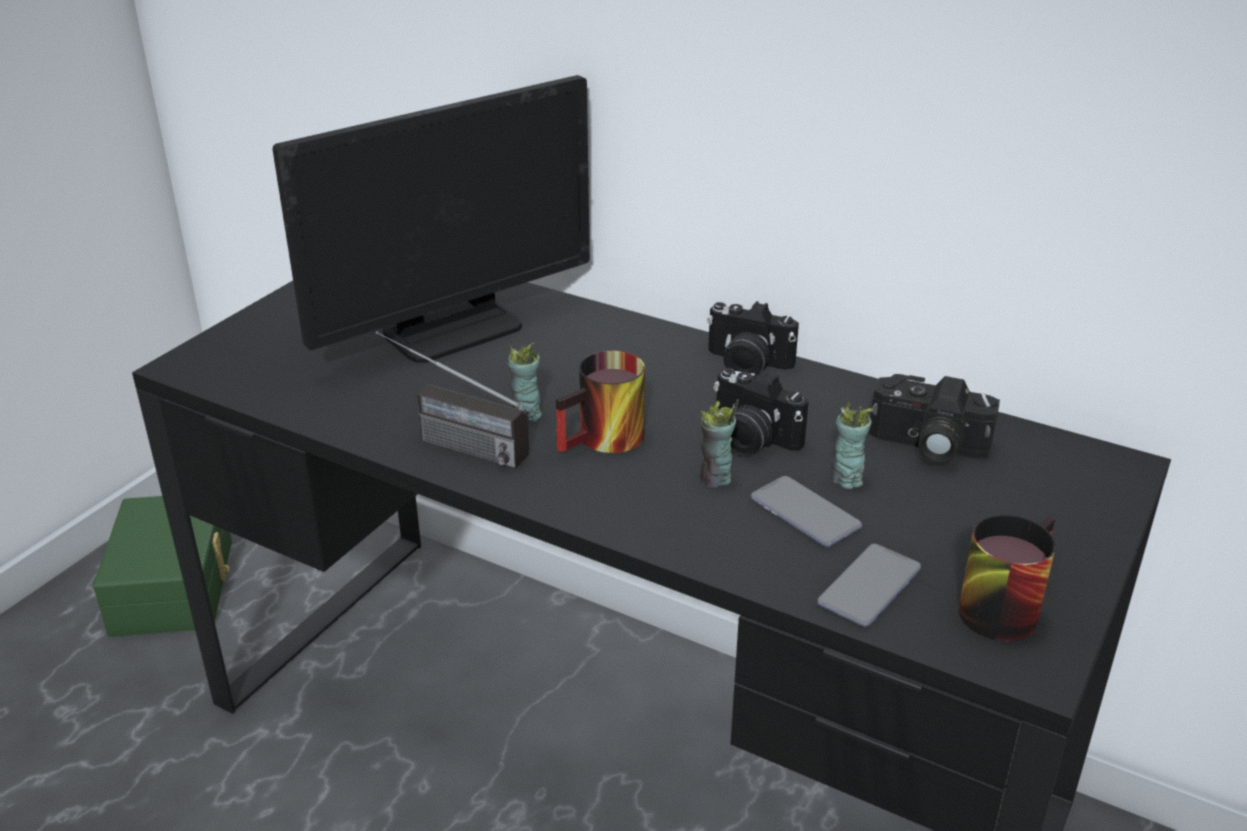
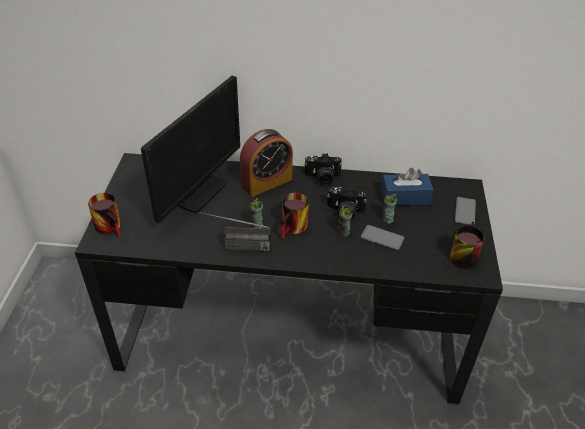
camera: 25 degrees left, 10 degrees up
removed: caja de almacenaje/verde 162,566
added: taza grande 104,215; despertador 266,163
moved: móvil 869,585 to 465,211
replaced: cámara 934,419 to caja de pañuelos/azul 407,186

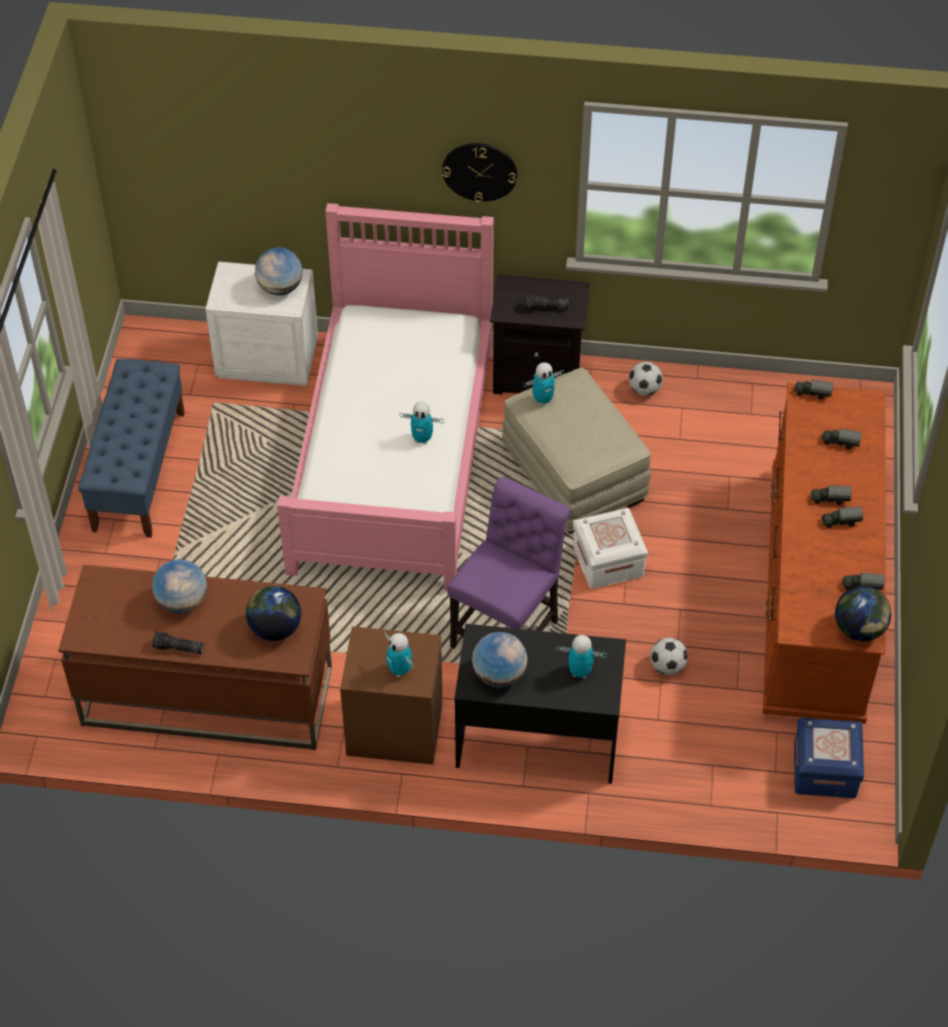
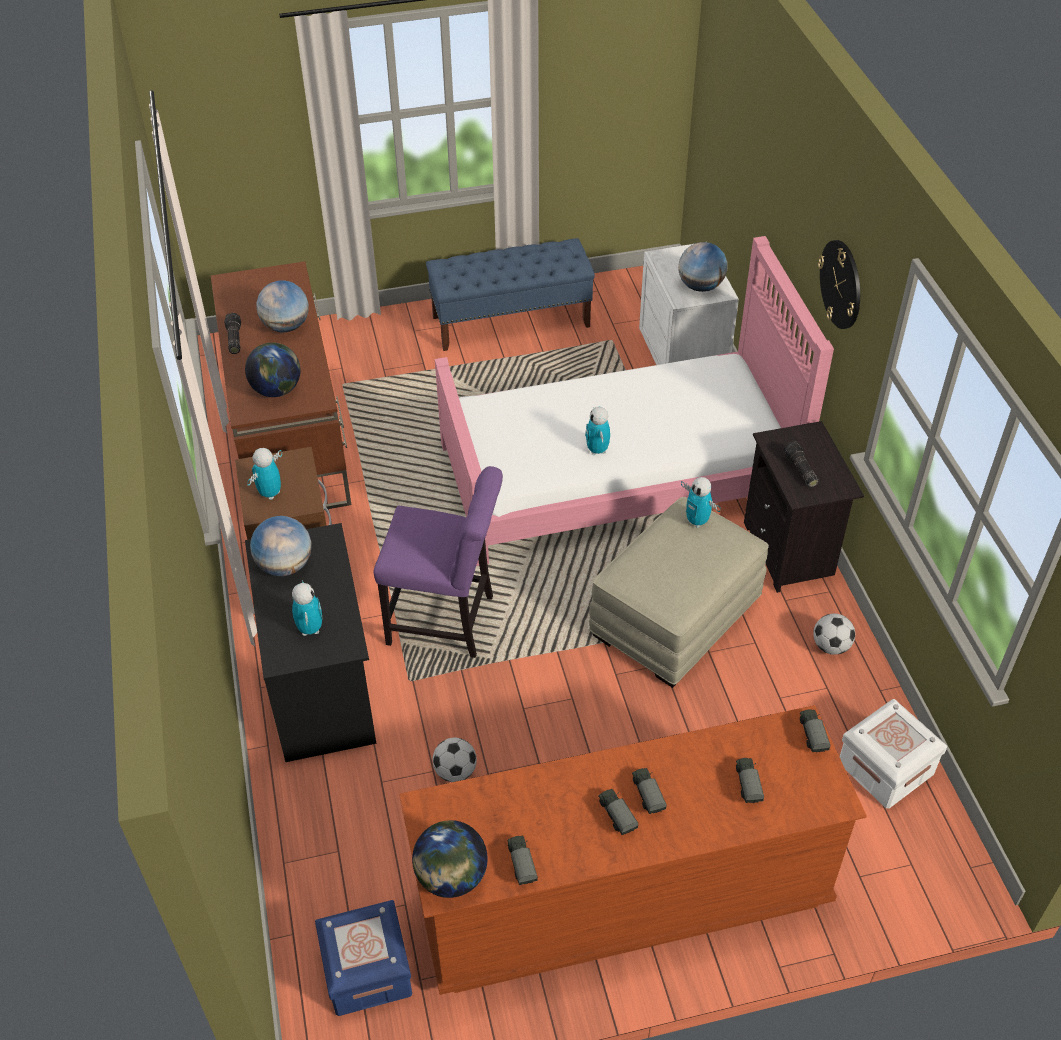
camera: 70 degrees right, 5 degrees down
moved: caja de almacenaje/blanco 610,548 to 893,754

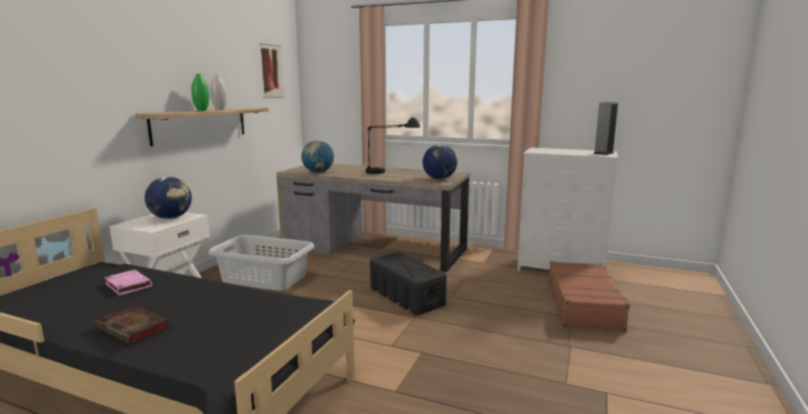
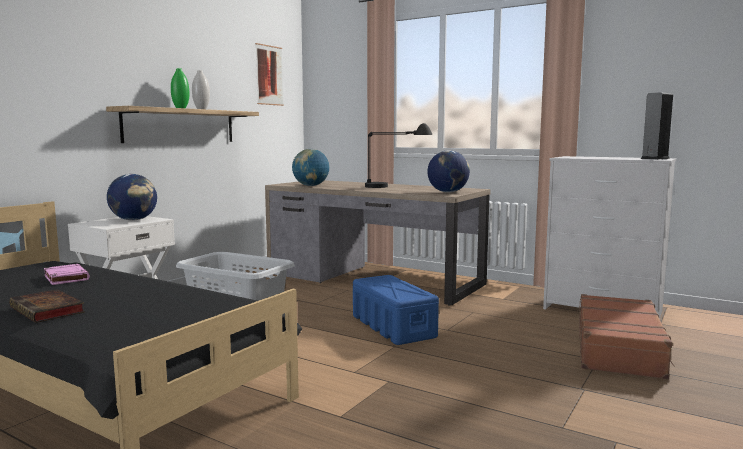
camera: 10 degrees right, 5 degrees down
recoloured: caja de almacenaje/negro 408,283 to caja de almacenaje/azul 396,310

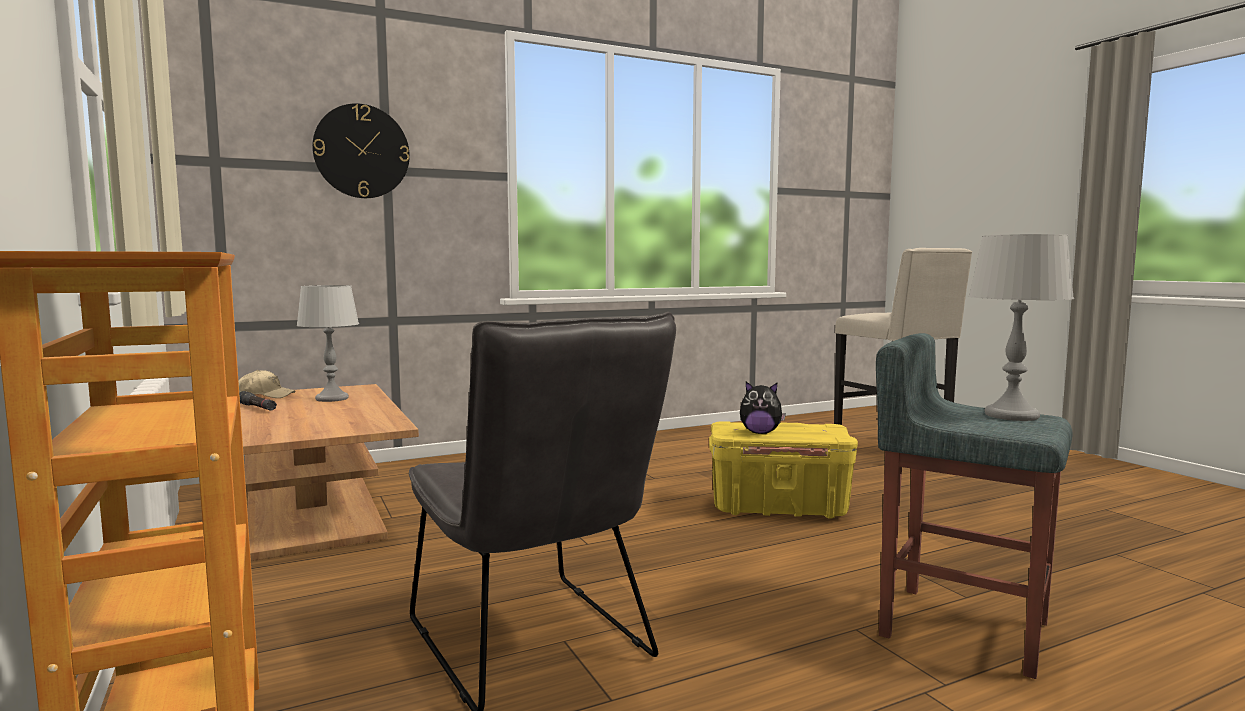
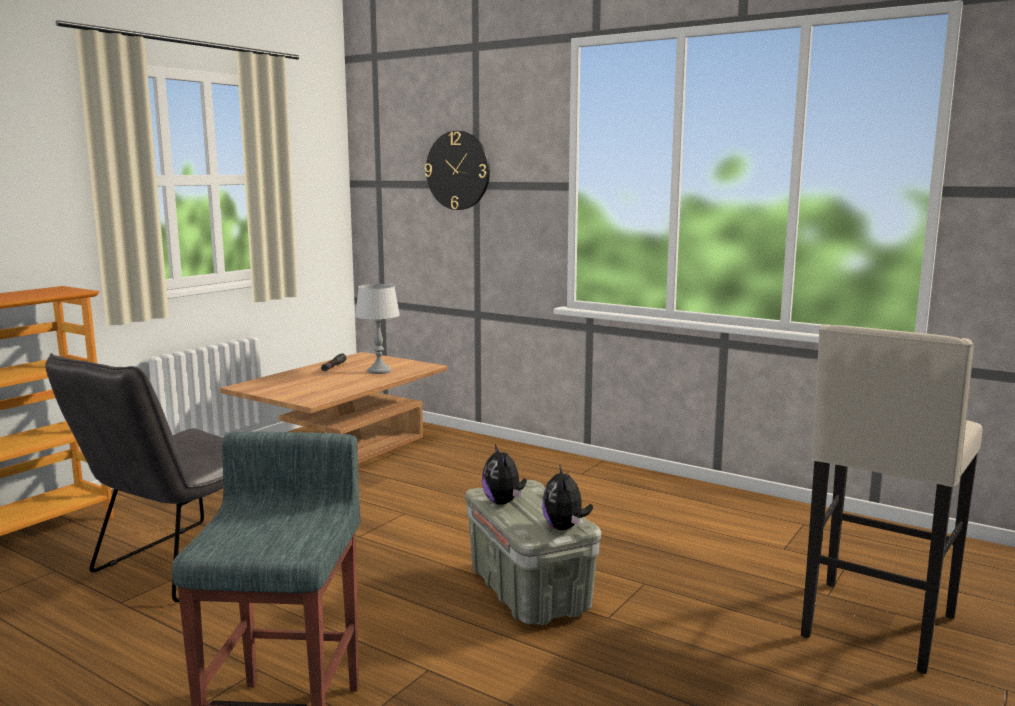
camera: 60 degrees right, 5 degrees up
removed: gorra/beis 267,384; lámpara de mesa/gris 1021,327
added: peluche 567,497
recoloured: caja de almacenaje/amarillo 783,470 to caja de almacenaje/gris 533,552

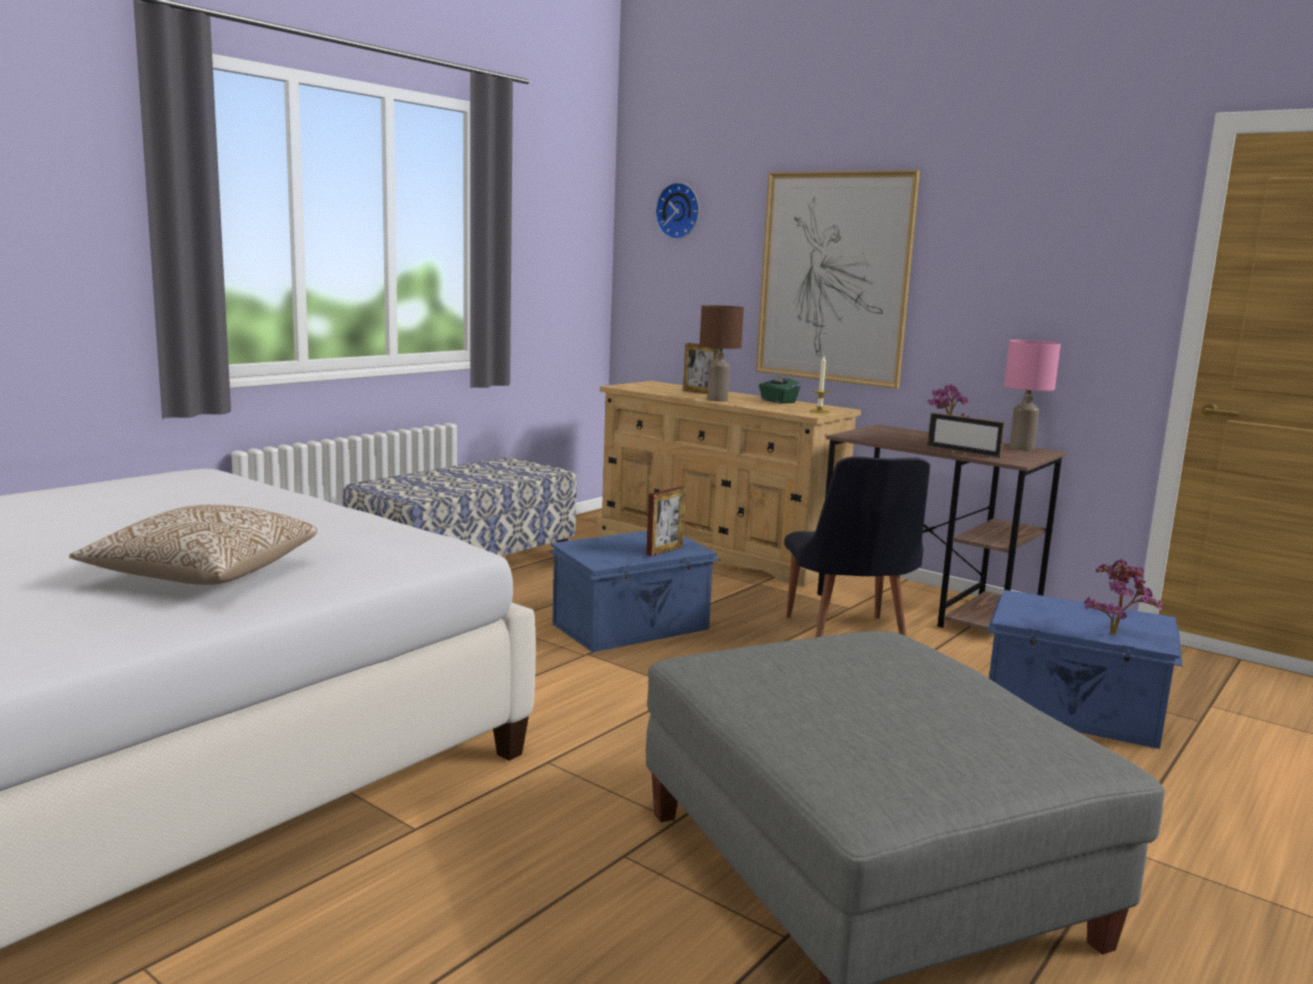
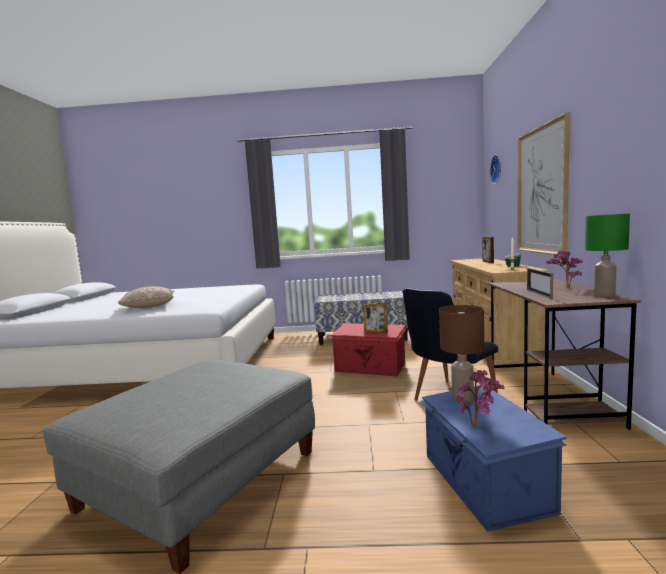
camera: 55 degrees right, 5 degrees down
moved: lámpara de mesa/marrón 722,353 to 461,354
recoloured: caja de almacenaje/azul 634,591 to caja de almacenaje/rojo 368,349; lámpara de mesa/rosa 1032,395 to lámpara de mesa/verde 607,255

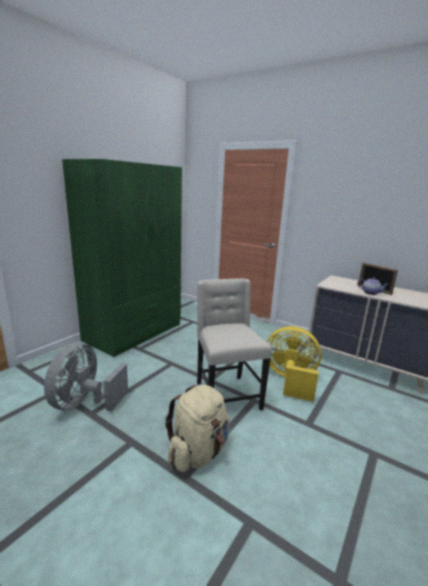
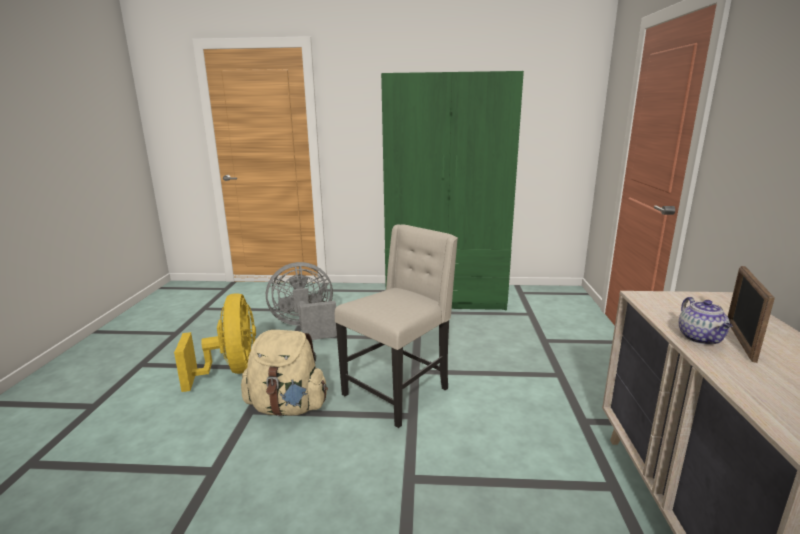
camera: 60 degrees right, 0 degrees up
moved: ventilador/amarillo 294,364 to 215,342

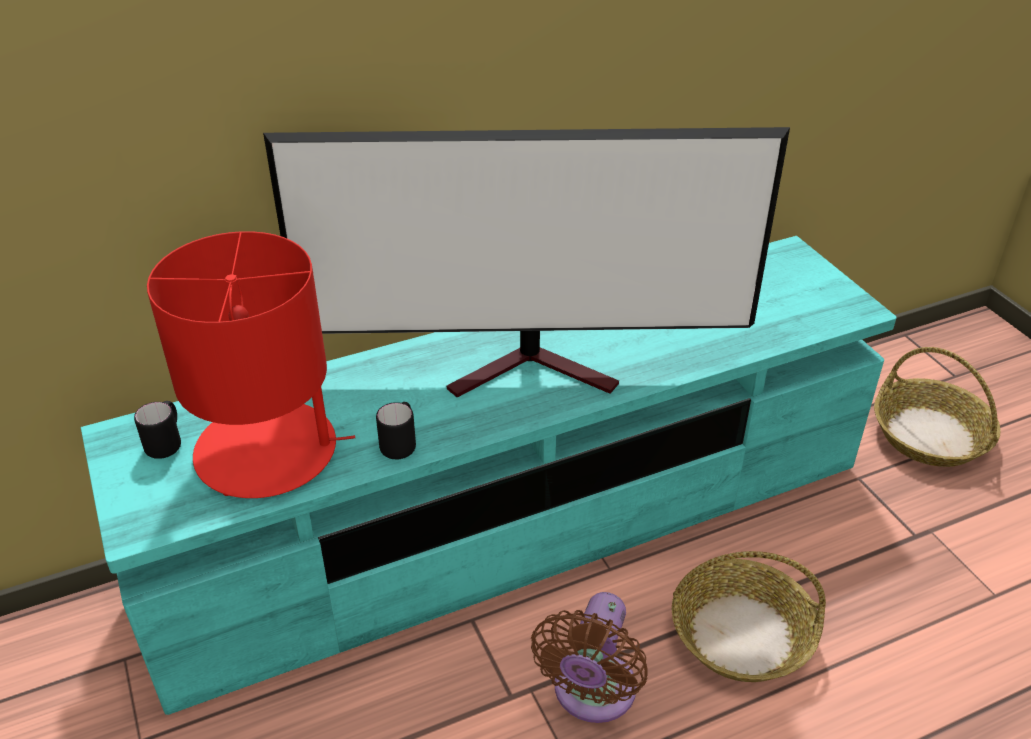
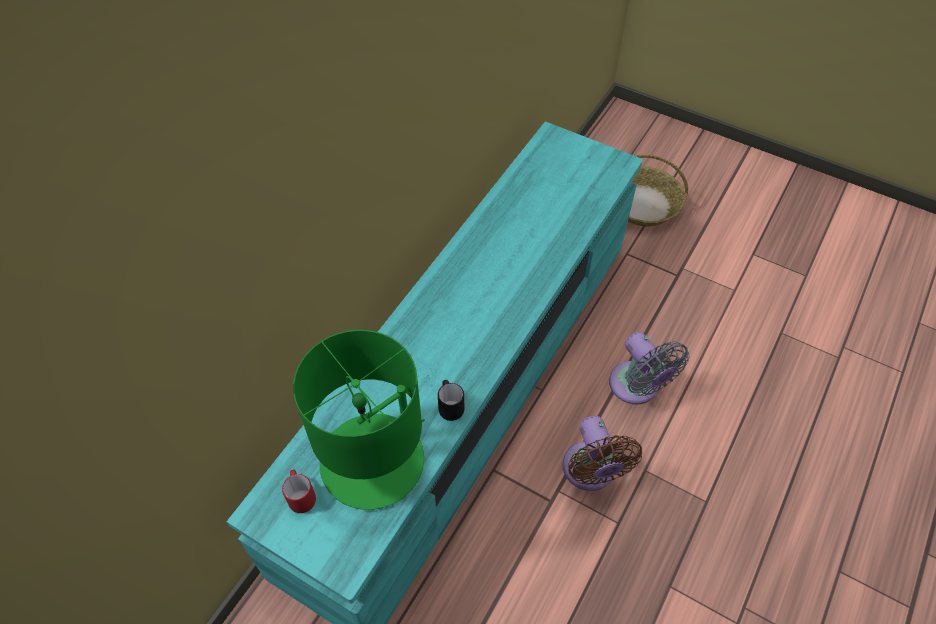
camera: 35 degrees left, 15 degrees up
removed: televisor 526,262
replaced: cesta 748,616 to ventilador/gris 649,368
recoloured: taza grande/negro 157,430 to taza grande/rojo 299,491; lámpara de mesa/rojo 251,364 to lámpara de mesa/verde 359,420

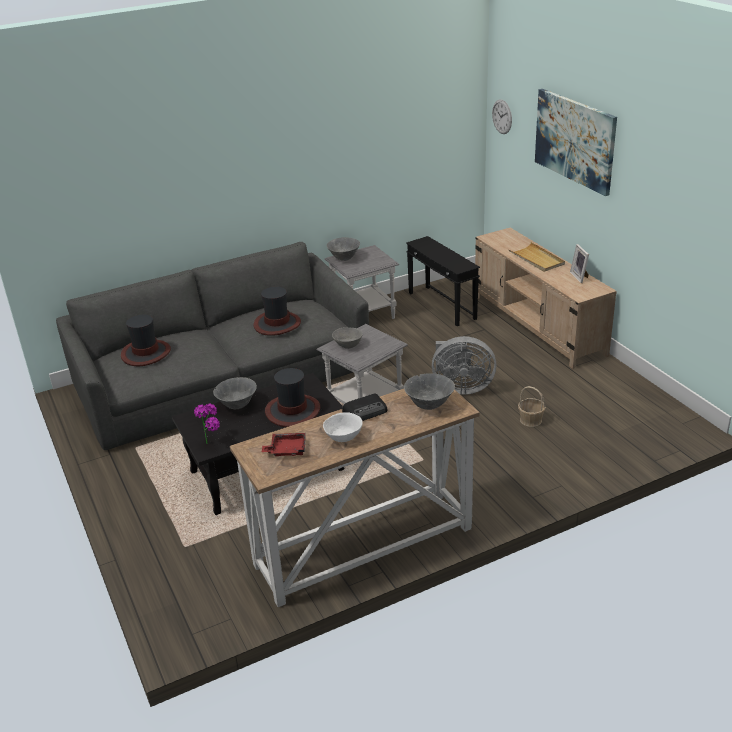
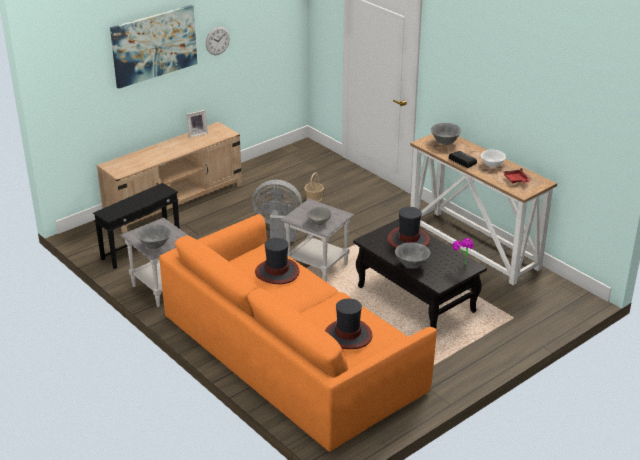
camera: 105 degrees left, 0 degrees up
removed: bandeja/beis 537,257
moved: reloj de pared 502,116 to 218,40
recoloured: sofá/gris 212,346 to sofá/naranja 298,333
turned: ventilador/gris 464,365 = 277,211 75 degrees counterclockwise

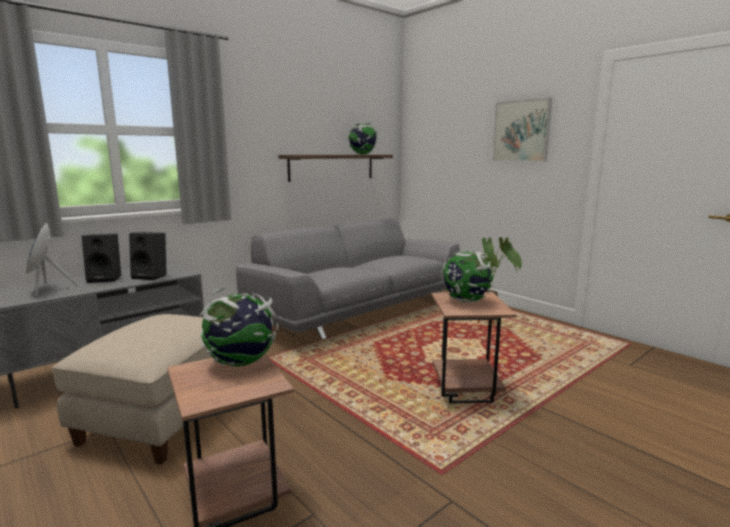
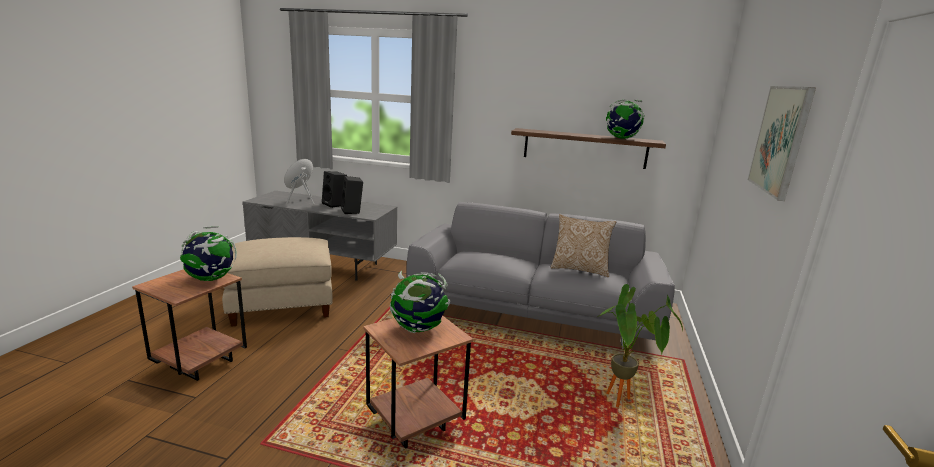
camera: 55 degrees right, 5 degrees up
added: cojín 584,245

